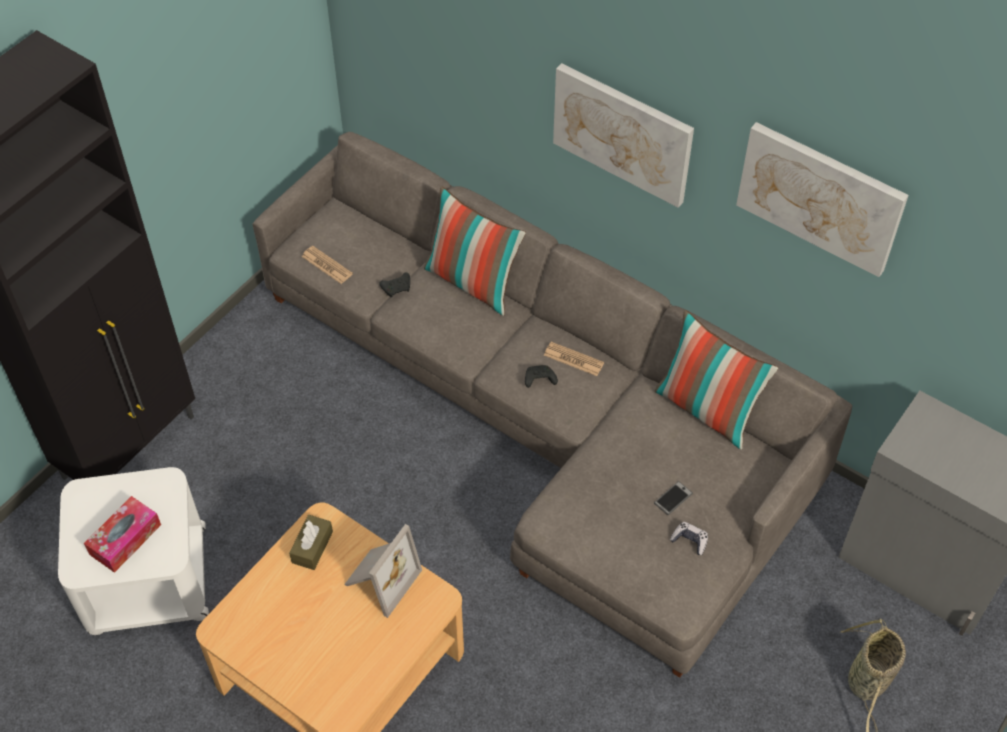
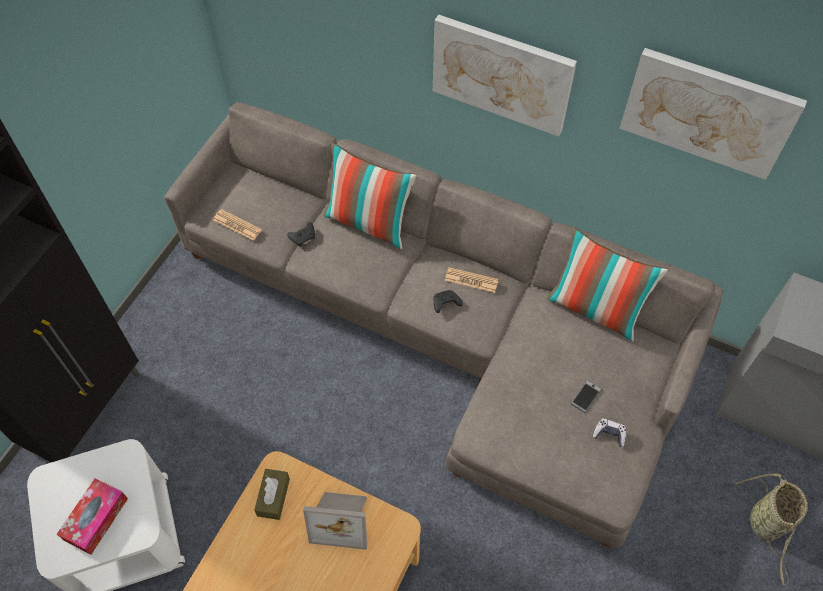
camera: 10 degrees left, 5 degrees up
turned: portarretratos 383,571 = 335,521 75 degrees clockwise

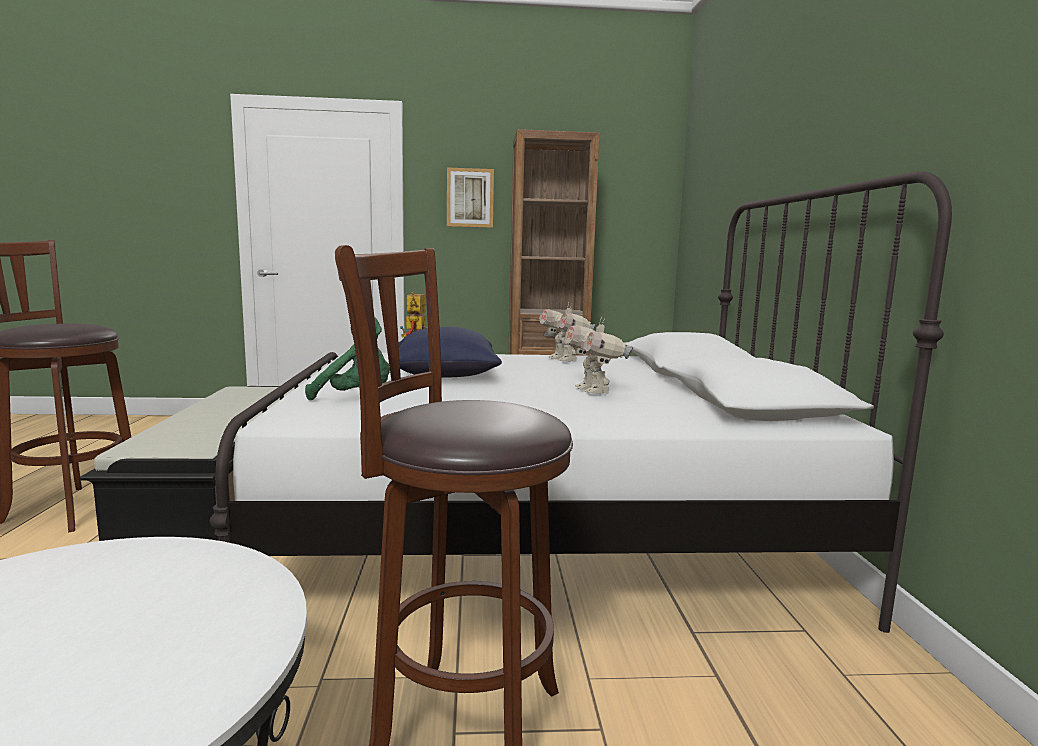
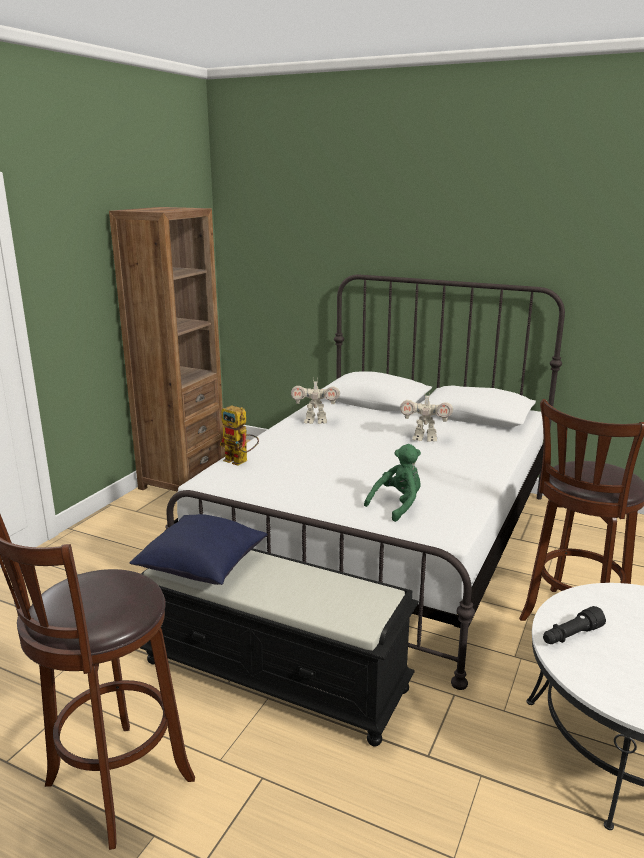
camera: 60 degrees left, 10 degrees up
removed: cuadro 470,197
added: linterna/negro 574,625
moved: cojín/azul 450,352 to 198,549

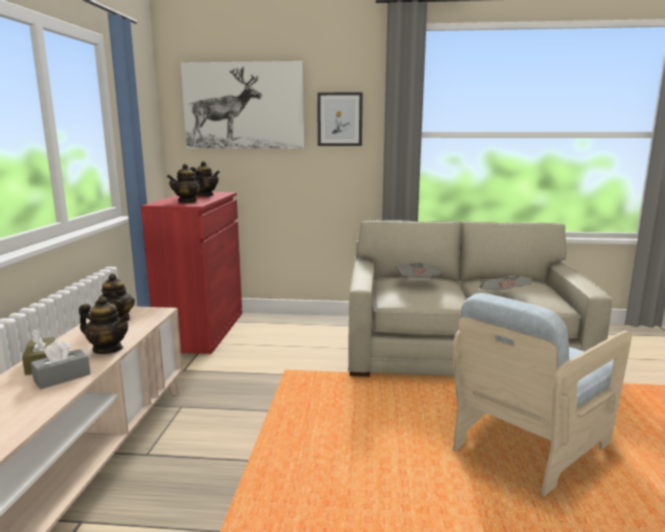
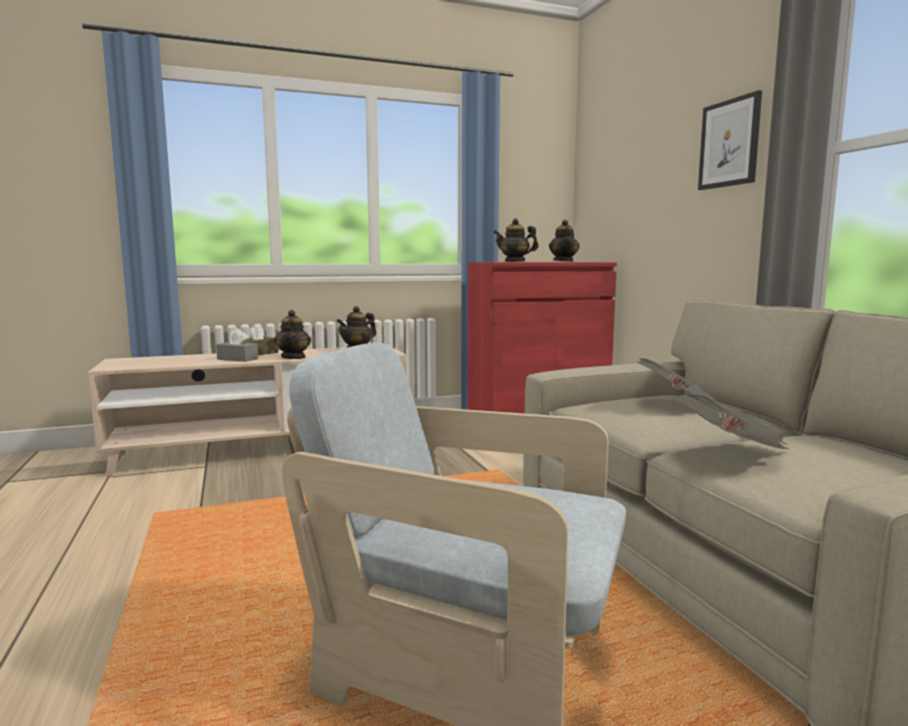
camera: 65 degrees right, 5 degrees down
removed: cuadro 242,105

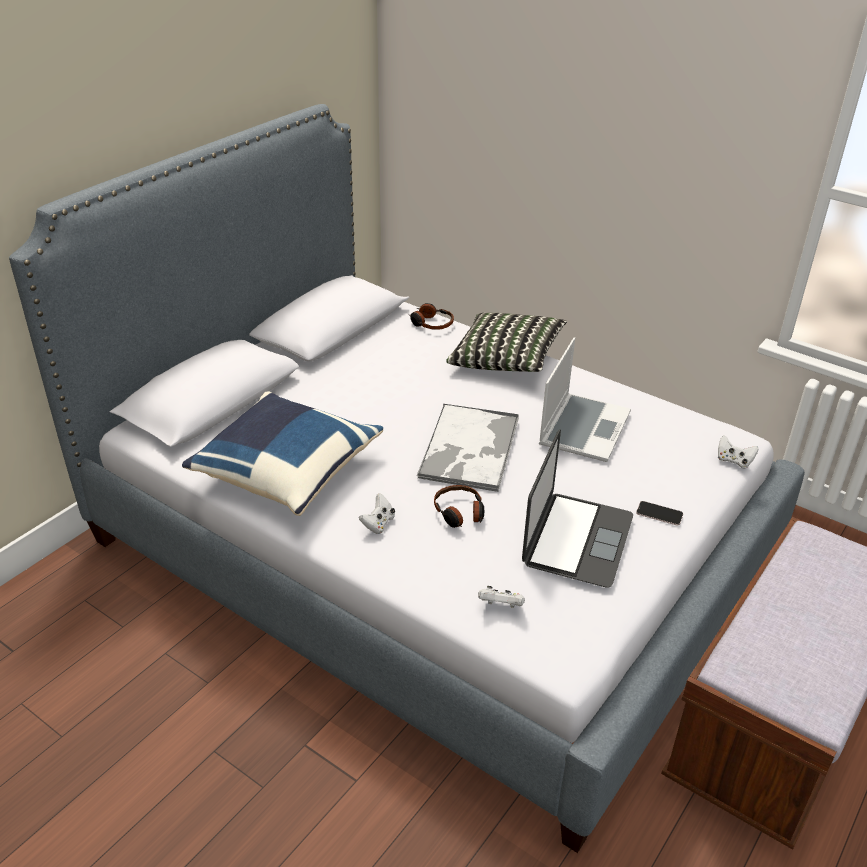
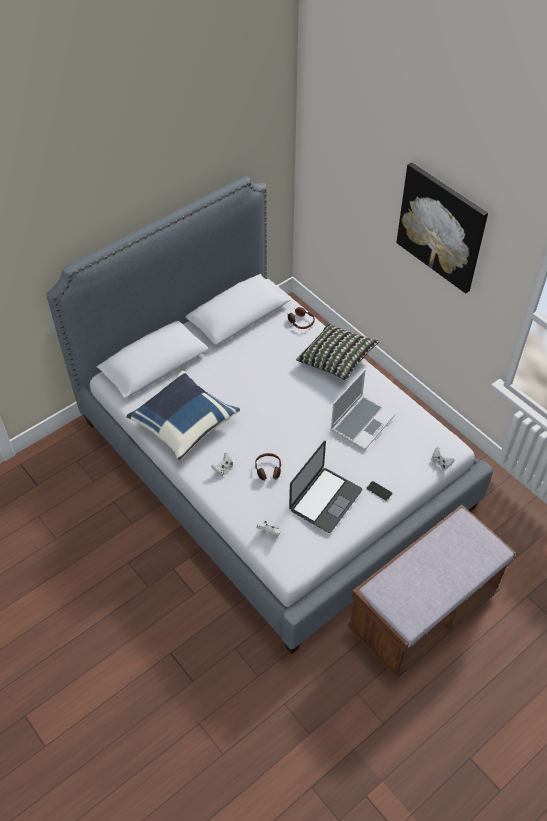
camera: 15 degrees right, 15 degrees up
removed: bandeja 468,447
added: cuadro 442,227

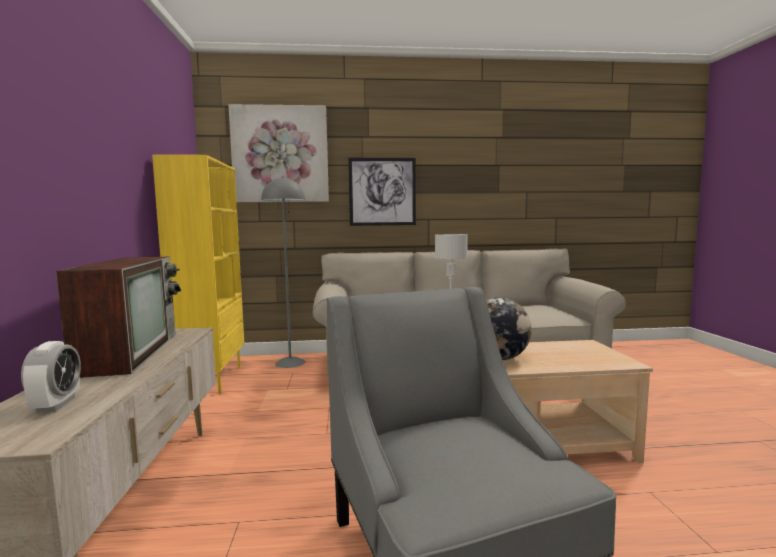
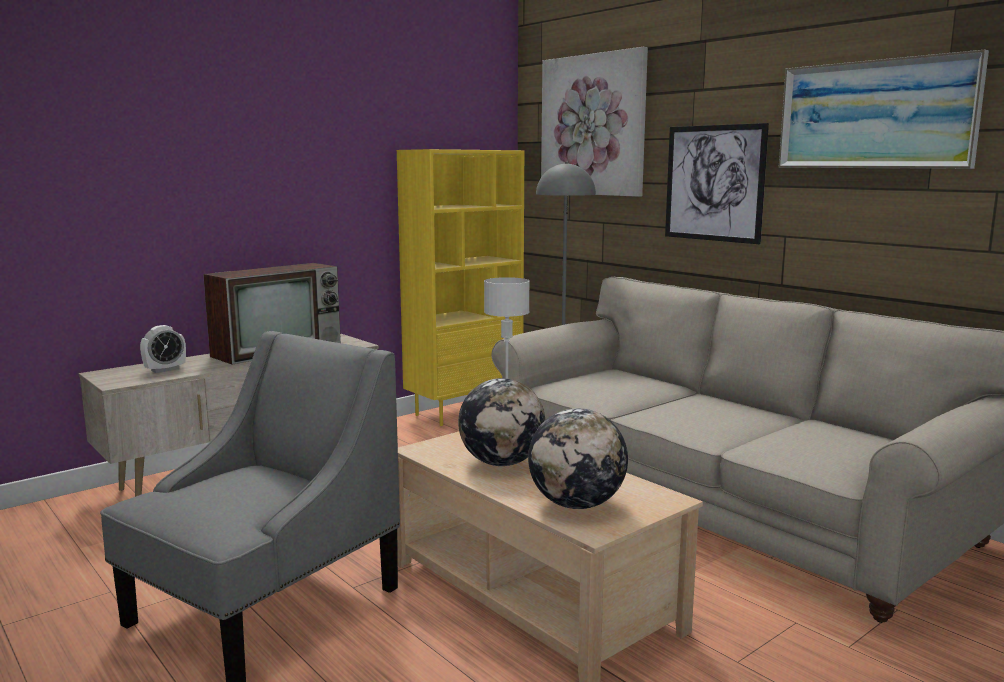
camera: 55 degrees right, 5 degrees up
added: globo terráqueo 578,458; cuadro 884,109

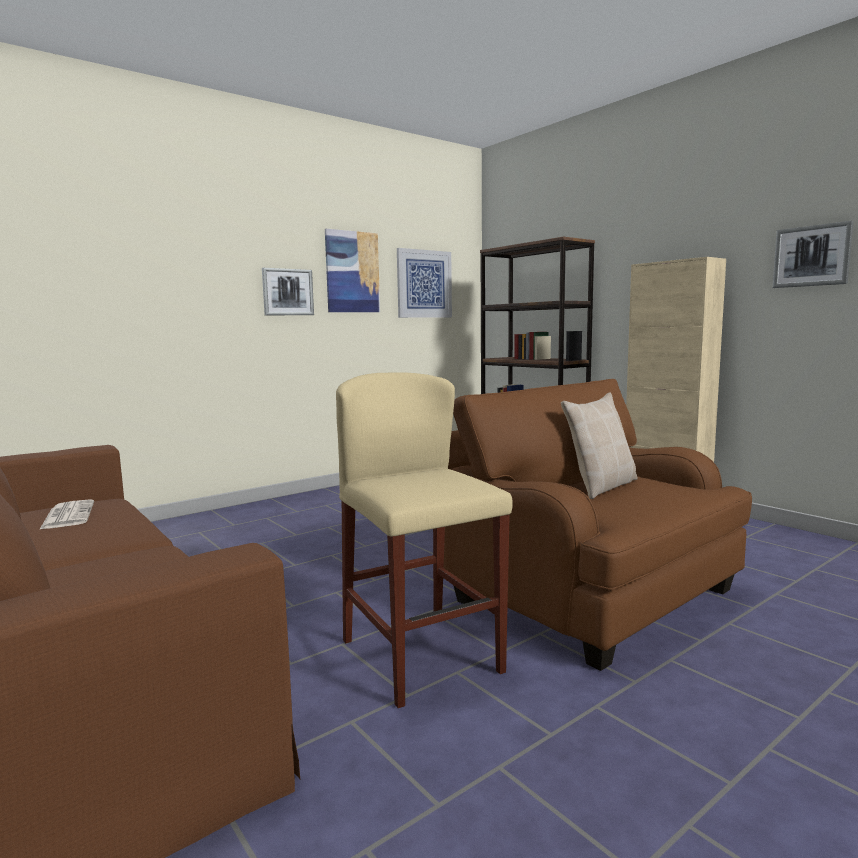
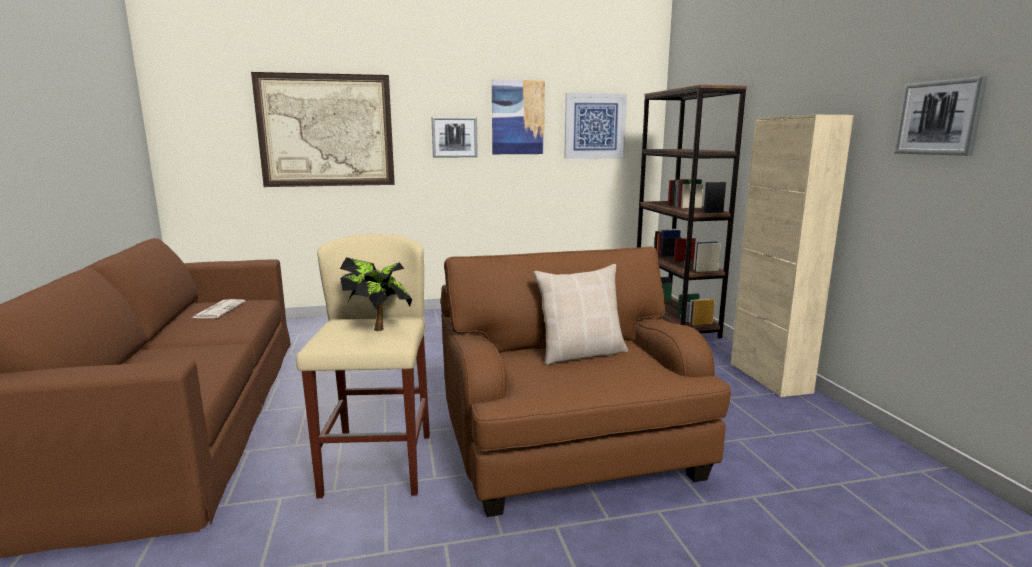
camera: 25 degrees right, 5 degrees up
added: cuadro 323,129; planta en maceta 376,294

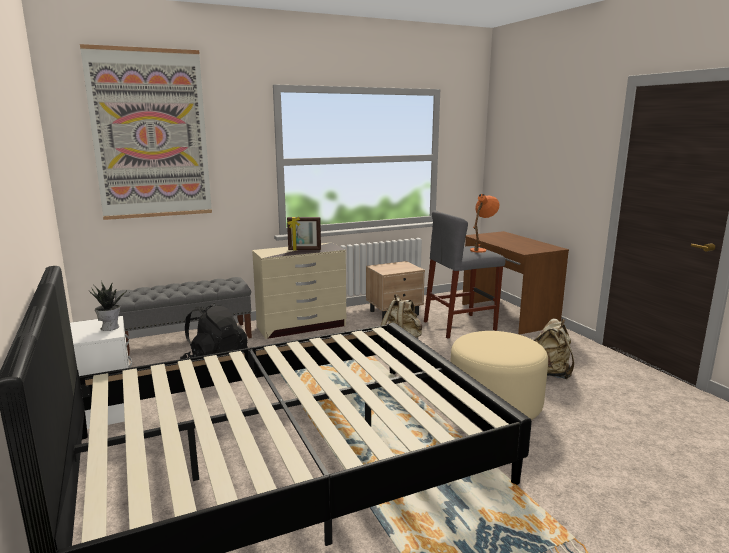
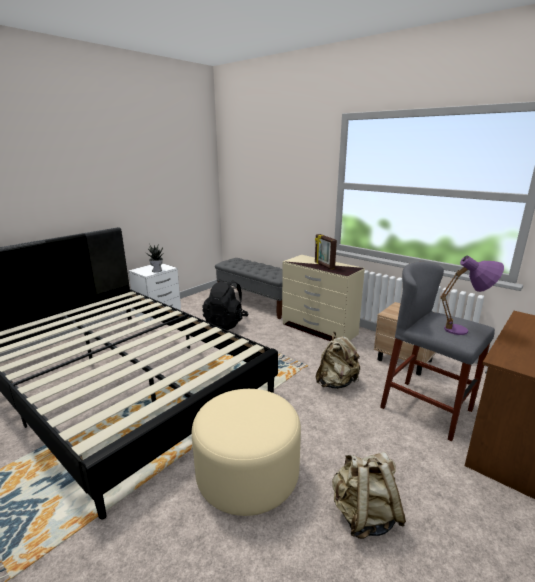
camera: 65 degrees right, 5 degrees up
removed: cuadro 146,132
recoloured: lámpara de mesa/naranja 484,223 to lámpara de mesa/morado 472,295

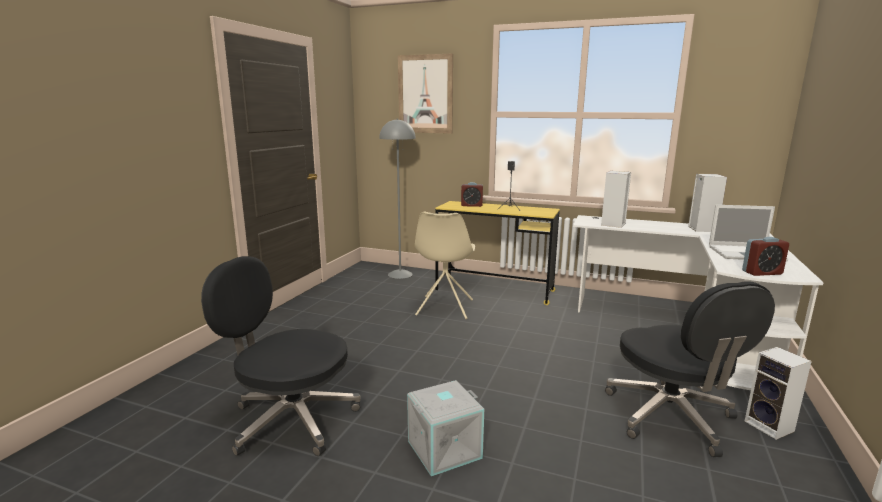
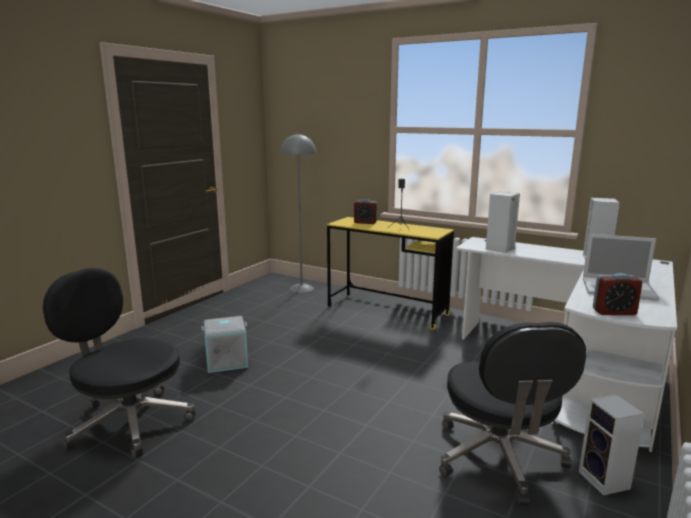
camera: 10 degrees right, 0 degrees up
removed: cuadro 425,93; silla/beis 445,265
moved: caja de almacenaje/gris 445,428 to 225,344

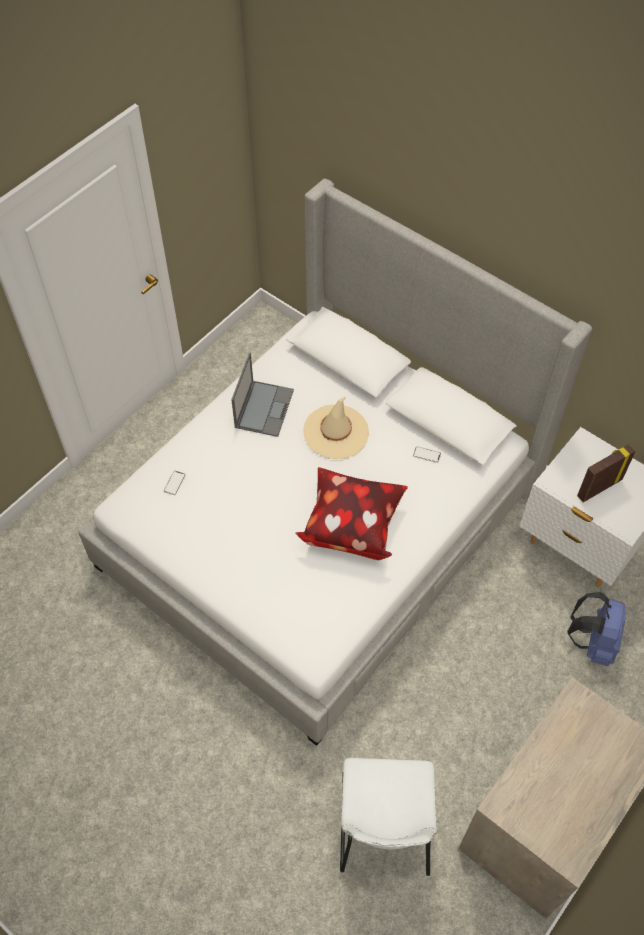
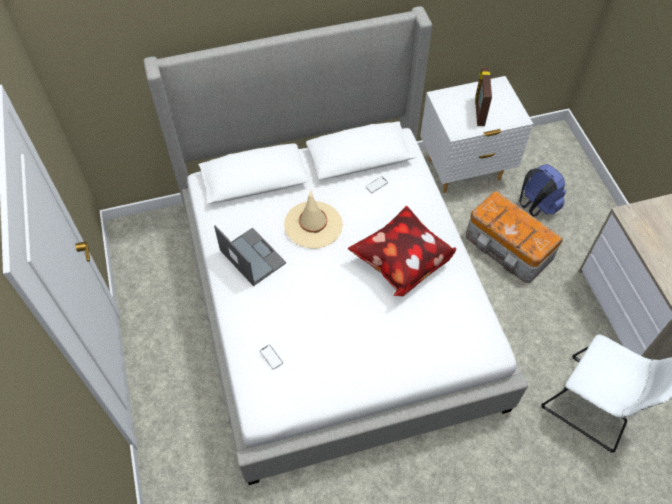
camera: 55 degrees left, 0 degrees up
added: caja de almacenaje 514,236

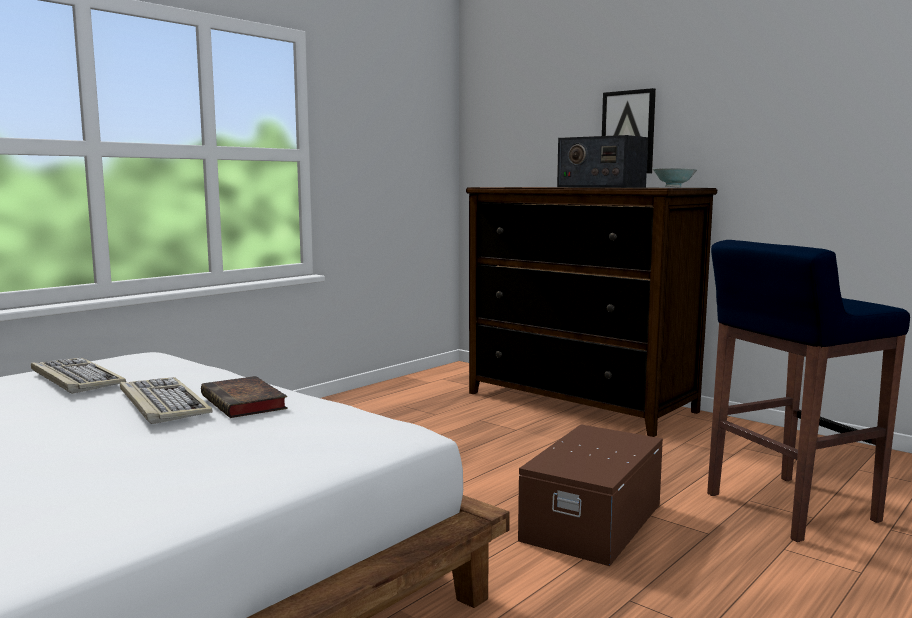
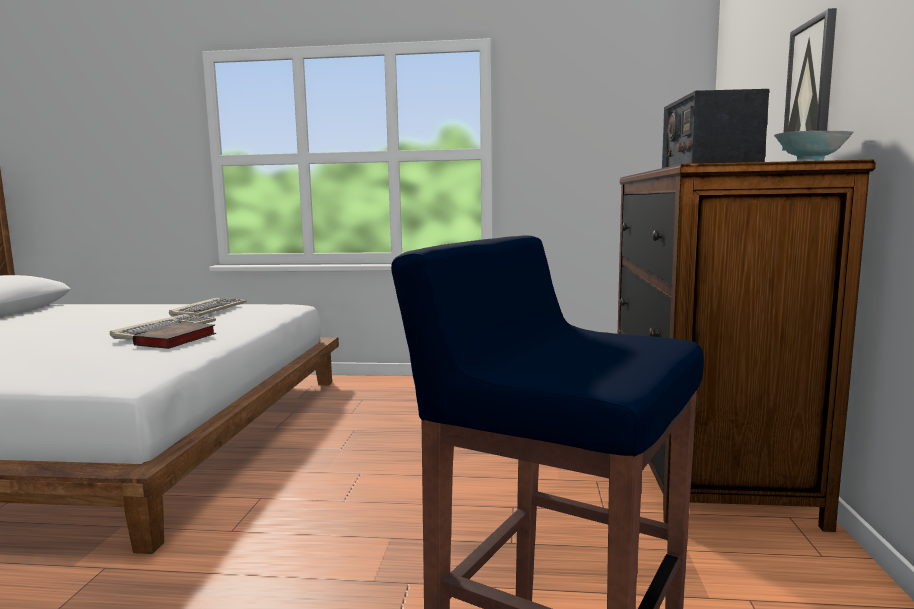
camera: 55 degrees right, 0 degrees up
removed: caja de almacenaje/marrón 590,495

